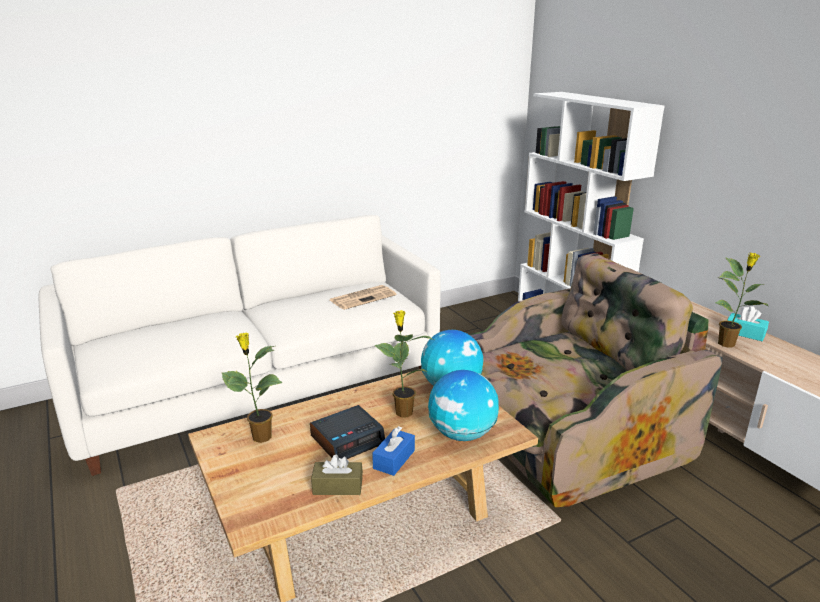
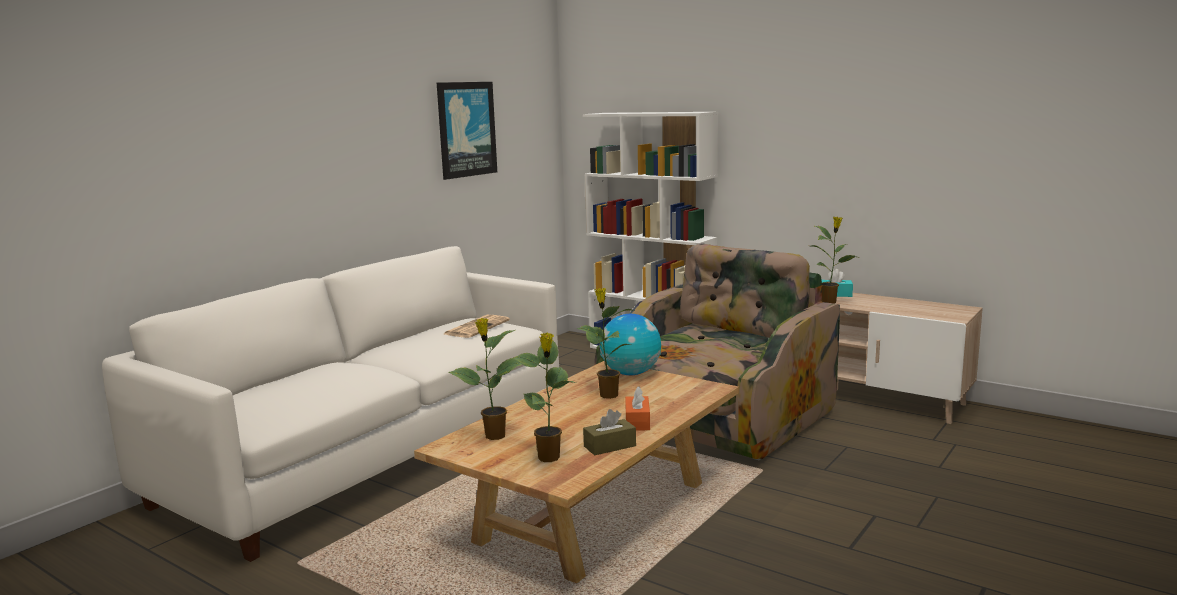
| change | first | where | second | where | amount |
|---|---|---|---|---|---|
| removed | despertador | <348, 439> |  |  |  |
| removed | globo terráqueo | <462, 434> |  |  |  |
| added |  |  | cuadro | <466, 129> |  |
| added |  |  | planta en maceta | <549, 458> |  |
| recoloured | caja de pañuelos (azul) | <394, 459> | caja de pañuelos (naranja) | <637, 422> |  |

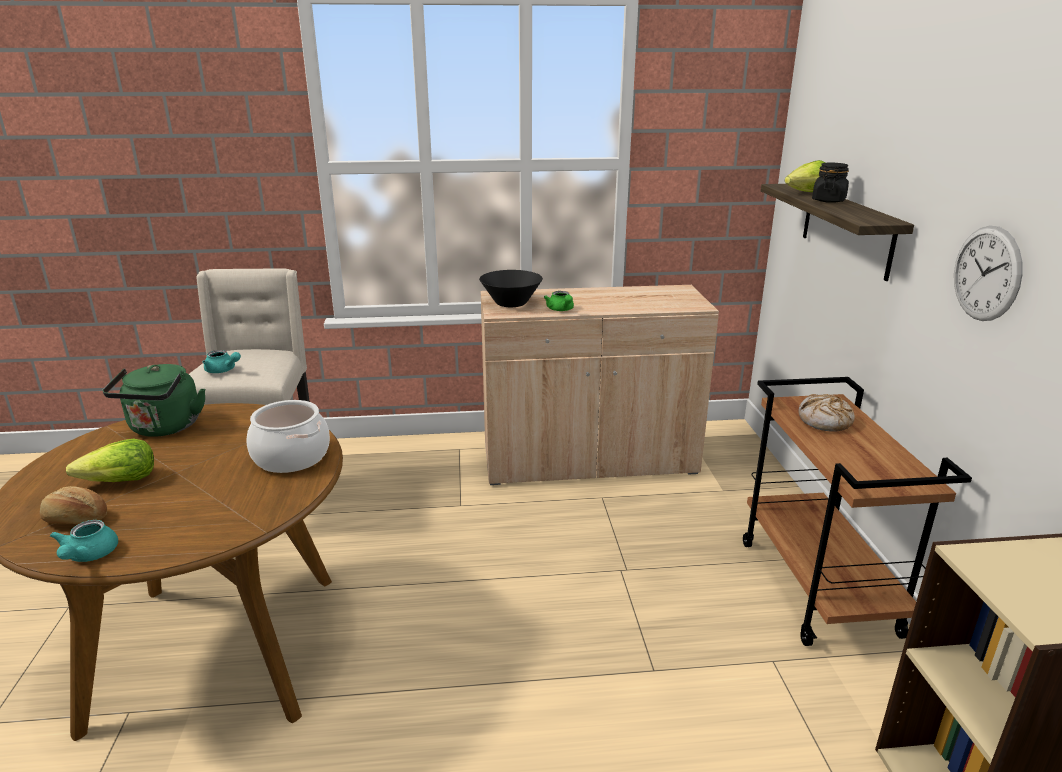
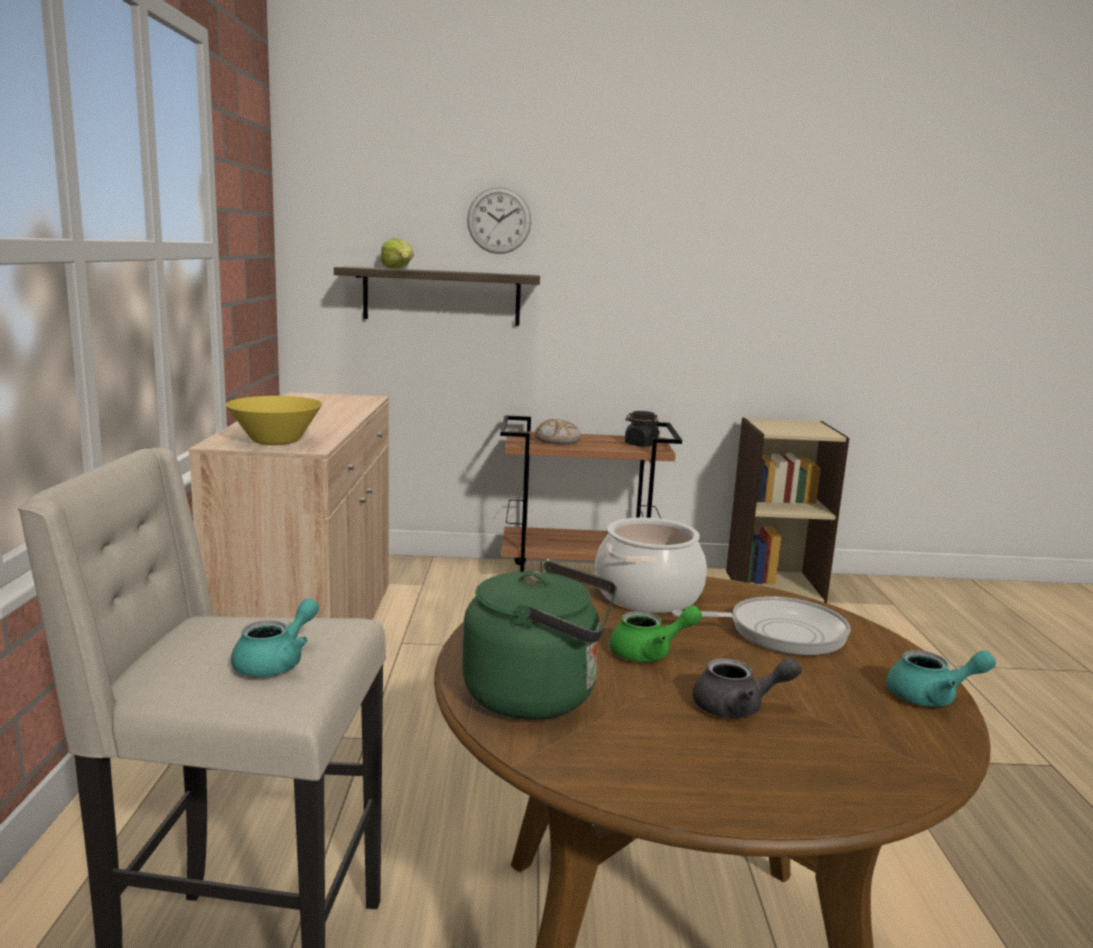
| change | first | where | second | where | amount |
|---|---|---|---|---|---|
| removed | pan | <75, 519> |  |  |  |
| added |  |  | sartén | <779, 633> |  |
| moved | tetera (verde) | <561, 310> |  | <649, 653> |  |
| moved | tarro (negro) | <828, 200> |  | <640, 444> |  |
| moved | reloj de pared | <986, 273> |  | <499, 220> |  |
| replaced | lechuga | <120, 481> | tetera (gris) | <738, 707> |  |
| recoloured | cuenco (negro) | <511, 303> | cuenco (amarillo) | <276, 441> |  |

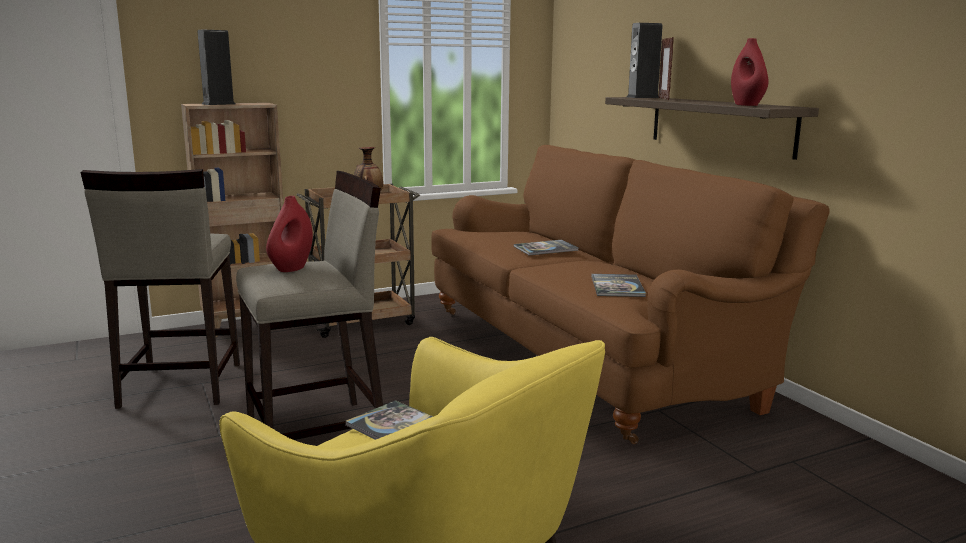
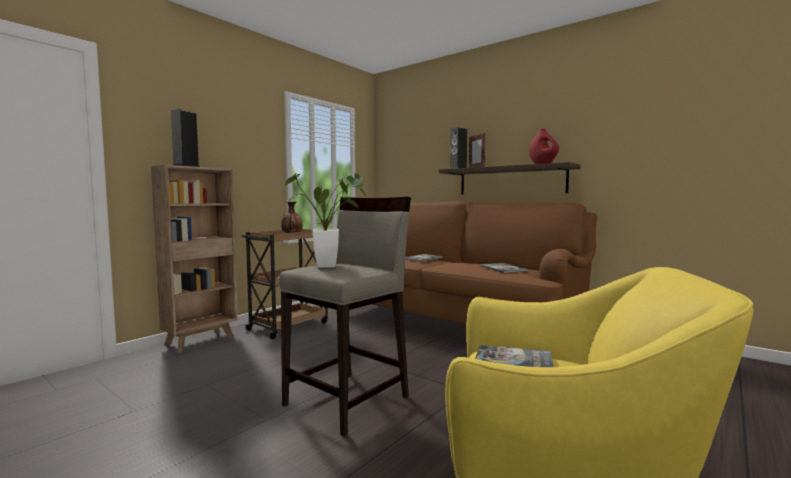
| change | first | where | second | where | amount |
|---|---|---|---|---|---|
| removed | taburete (beis) | <180, 385> |  |  |  |
| replaced | florero (rojo) | <292, 268> | planta en maceta | <332, 266> |  |

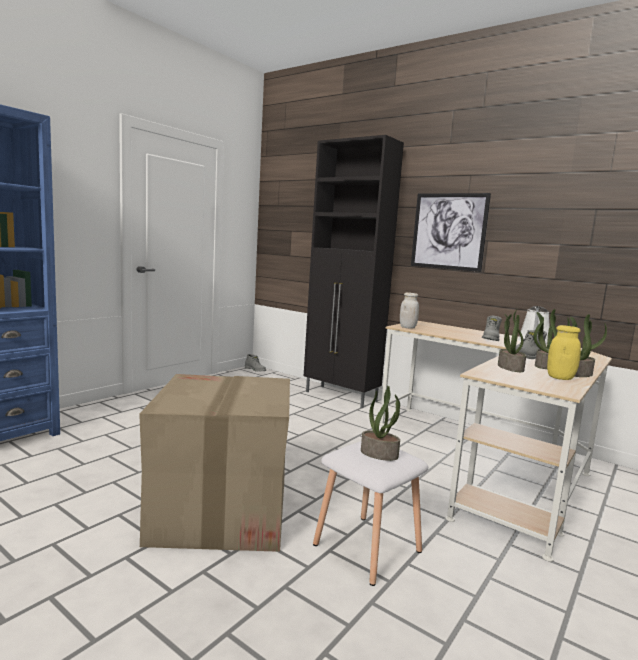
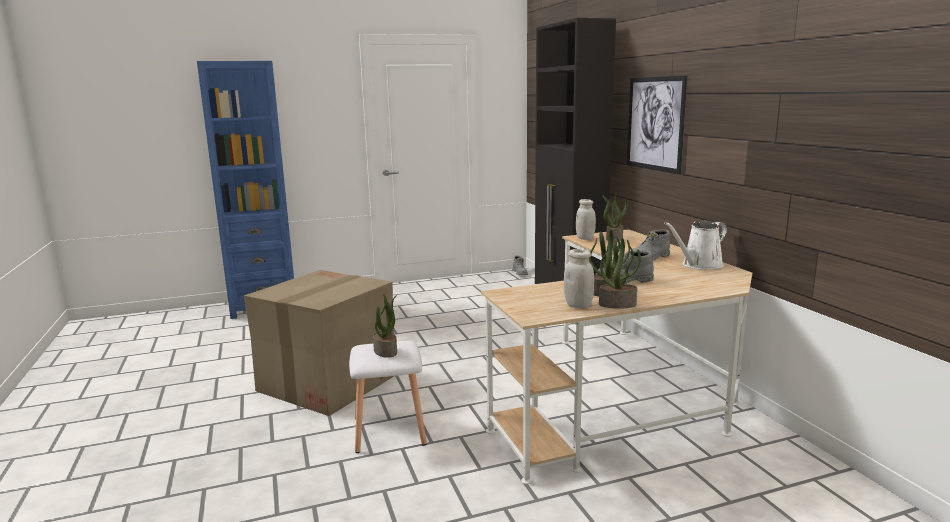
| change | first | where | second | where | amount |
|---|---|---|---|---|---|
| moved | planta en maceta | <509, 368> |  | <614, 239> |  |
| recoloured | tarro (amarillo) | <560, 378> | tarro (blanco) | <578, 305> |  |

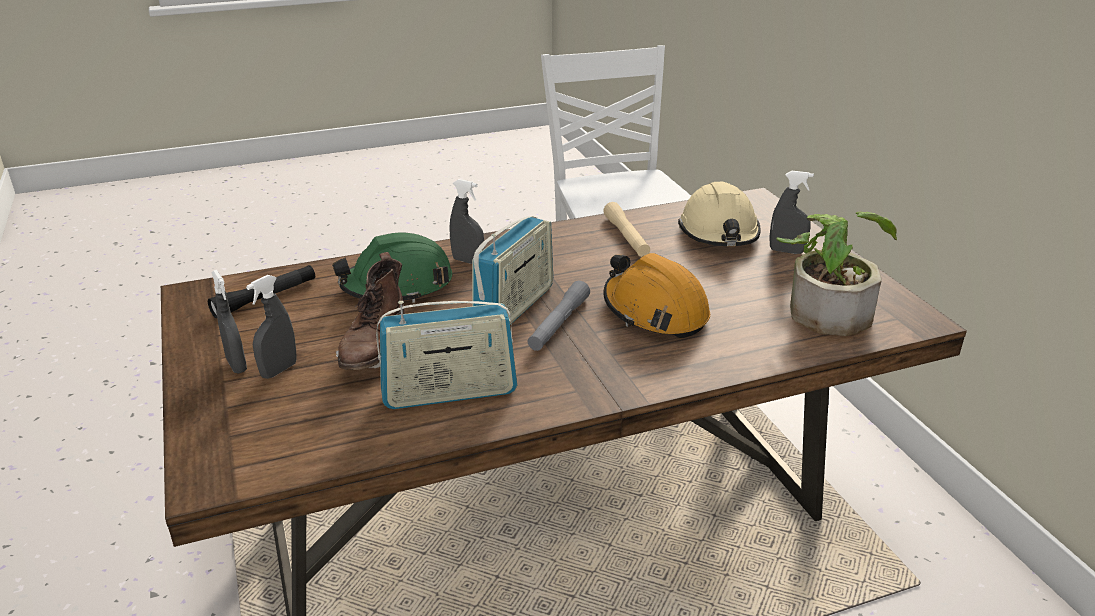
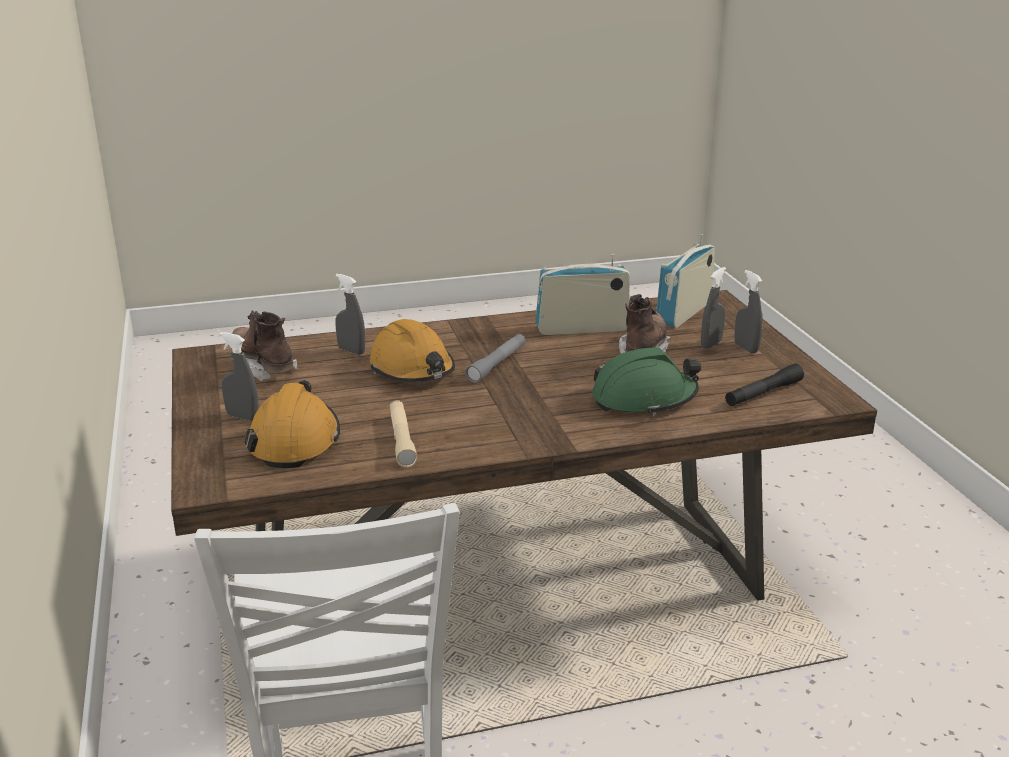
| change | first | where | second | where | amount |
|---|---|---|---|---|---|
| moved | pulverizador (gris) | <468, 261> |  | <351, 351> |  |
| moved | radio | <514, 307> |  | <684, 313> |  |
| replaced | planta en maceta | <827, 307> | bota (marrón) | <263, 367> |  |
| recoloured | casco (beis) | <719, 233> | casco (naranja) | <294, 441> |  |

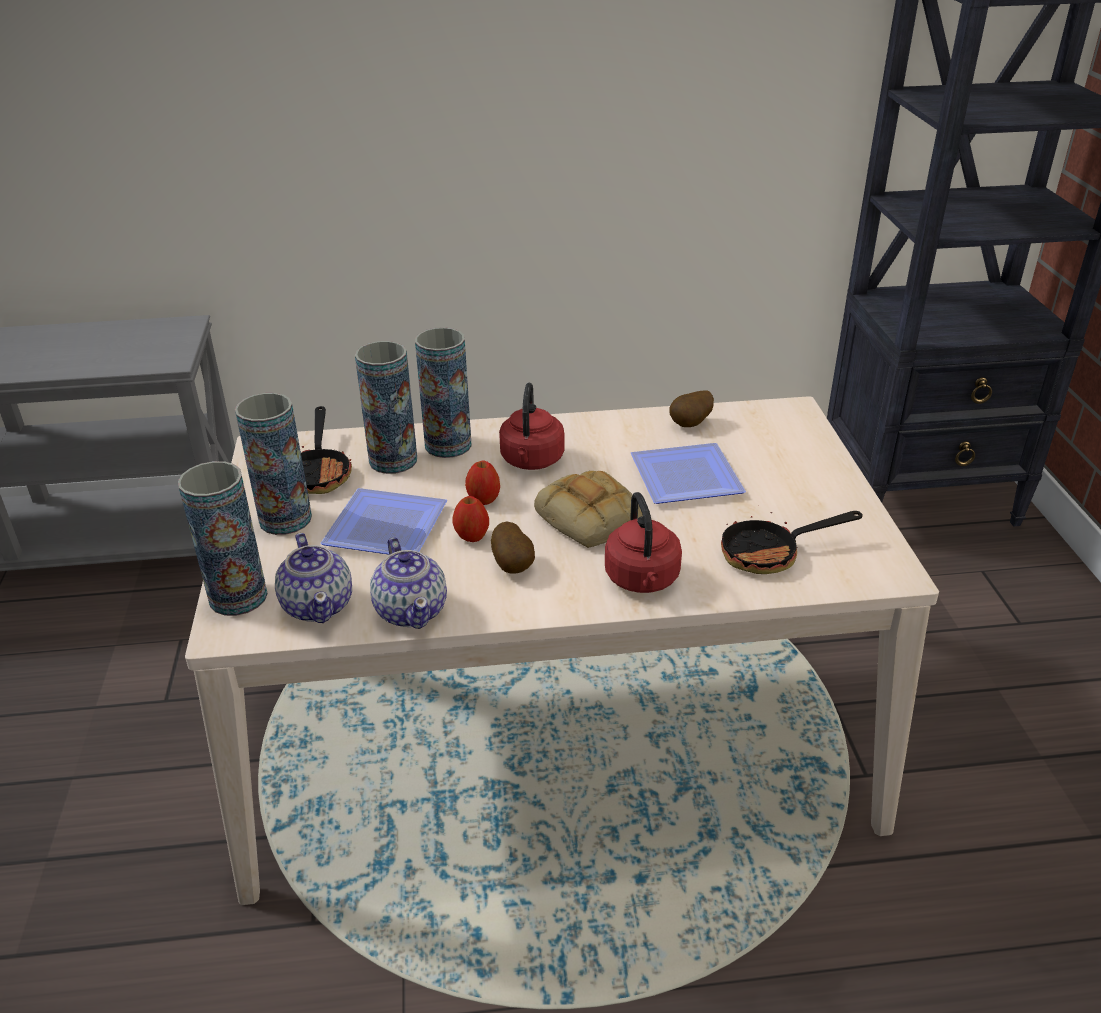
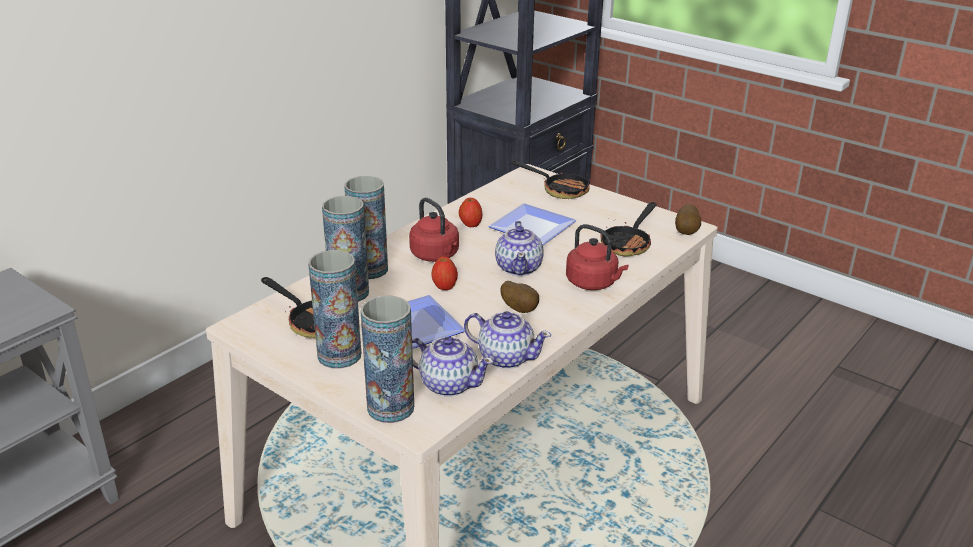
| change | first | where | second | where | amount |
|---|---|---|---|---|---|
| added |  |  | sartén | <559, 189> |  |
| moved | manzana | <471, 536> |  | <470, 225> |  |
| moved | patata | <691, 425> |  | <687, 232> |  |
| replaced | pan | <592, 517> | tetera | <519, 268> |  |

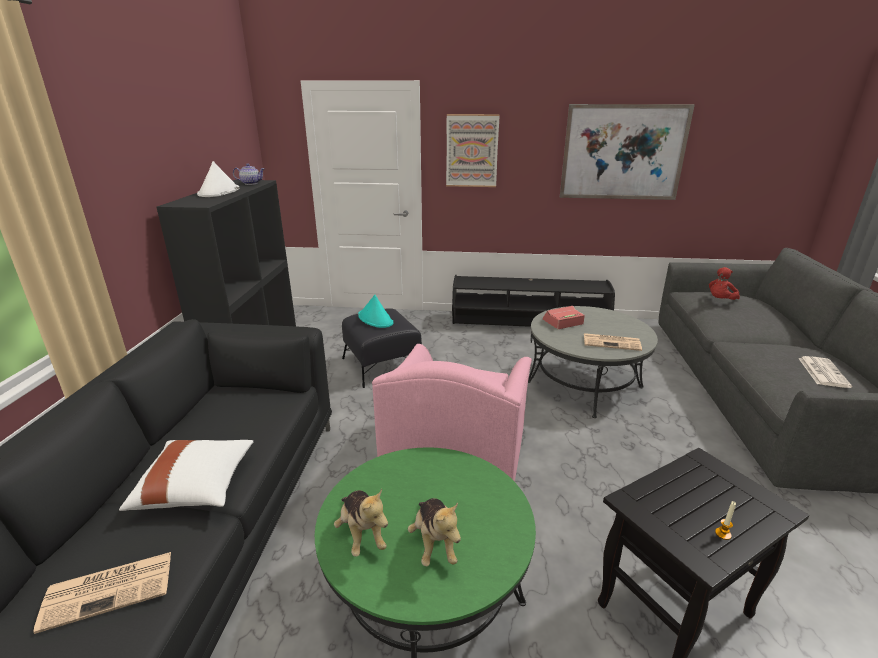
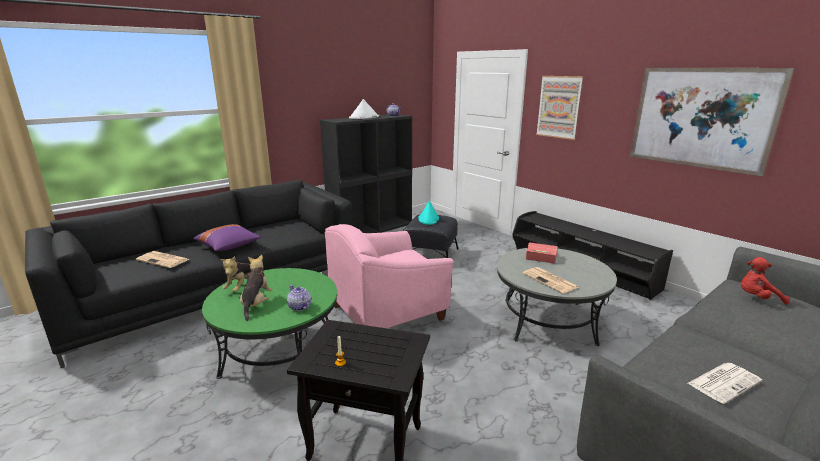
| change | first | where | second | where | amount |
|---|---|---|---|---|---|
| added |  |  | tetera | <299, 307> |  |
| recoloured | cojín (blanco) | <196, 487> | cojín (morado) | <229, 247> |  |
| turned | peluche | <434, 543> |  | <256, 304> | 150 degrees clockwise |

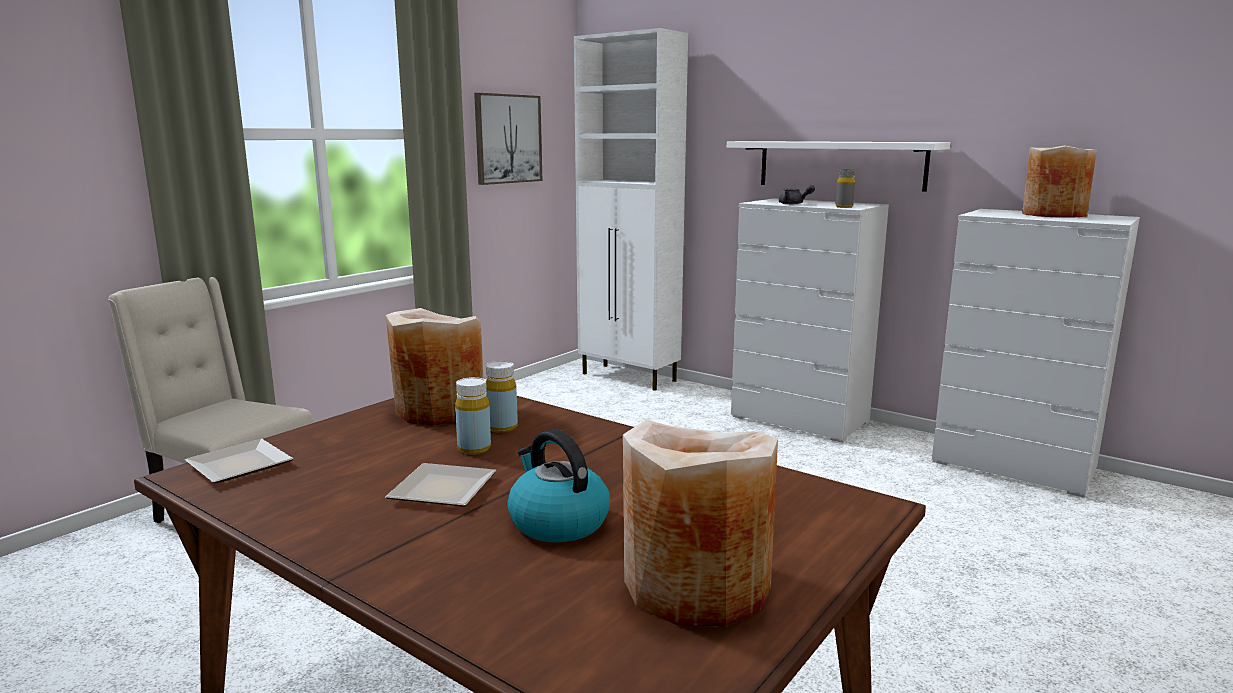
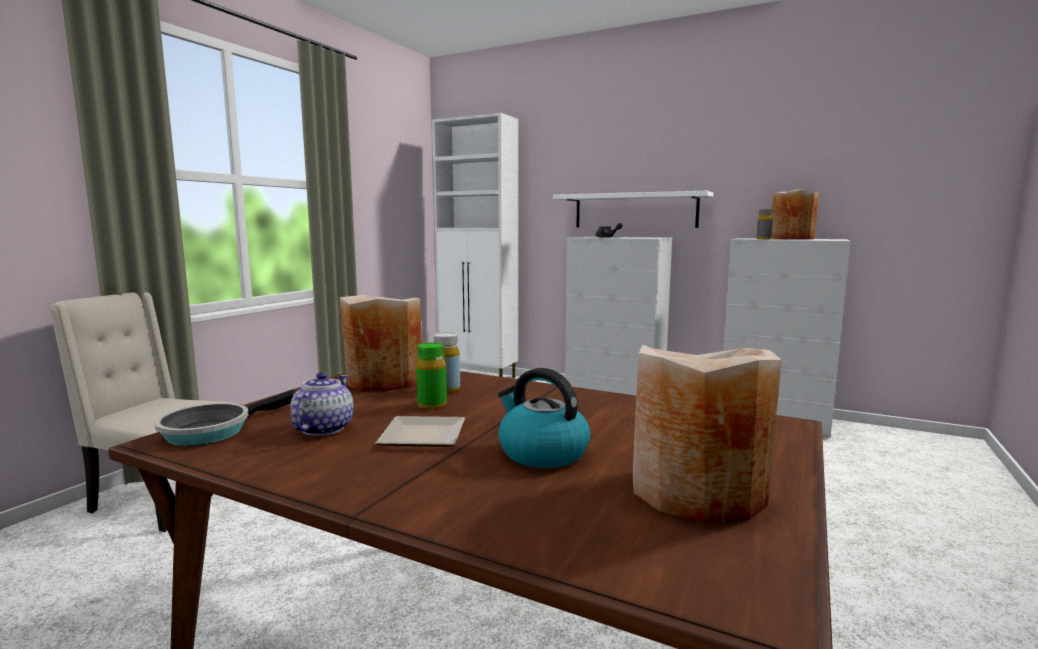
| change | first | where | second | where | amount |
|---|---|---|---|---|---|
| removed | cuadro | <507, 139> |  |  |  |
| added |  |  | tetera | <323, 428> |  |
| moved | botella (gris) | <844, 207> |  | <763, 239> |  |
| replaced | plato | <236, 466> | sartén | <213, 430> |  |
| recoloured | botella (amarillo) | <474, 448> | botella (verde) | <432, 405> |  |

